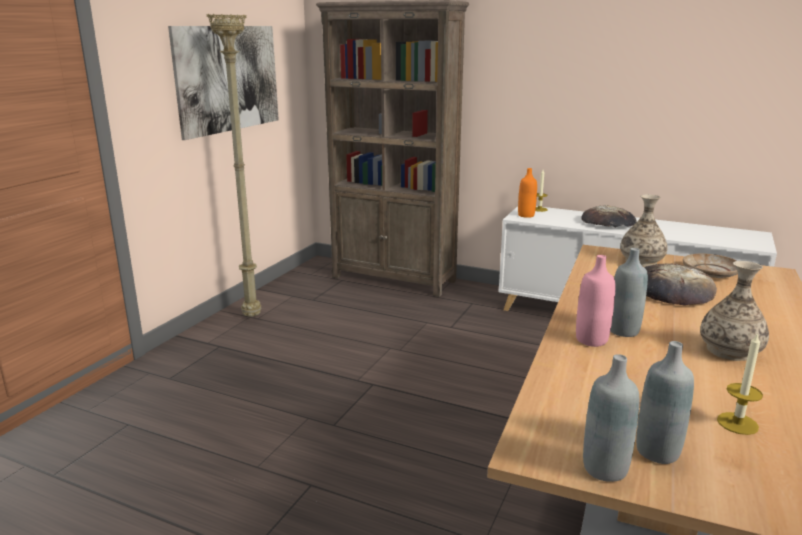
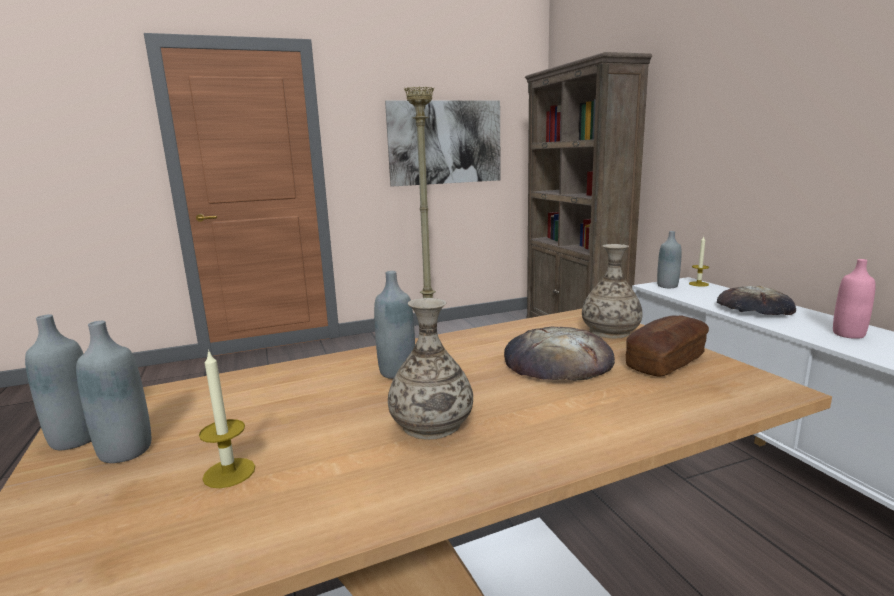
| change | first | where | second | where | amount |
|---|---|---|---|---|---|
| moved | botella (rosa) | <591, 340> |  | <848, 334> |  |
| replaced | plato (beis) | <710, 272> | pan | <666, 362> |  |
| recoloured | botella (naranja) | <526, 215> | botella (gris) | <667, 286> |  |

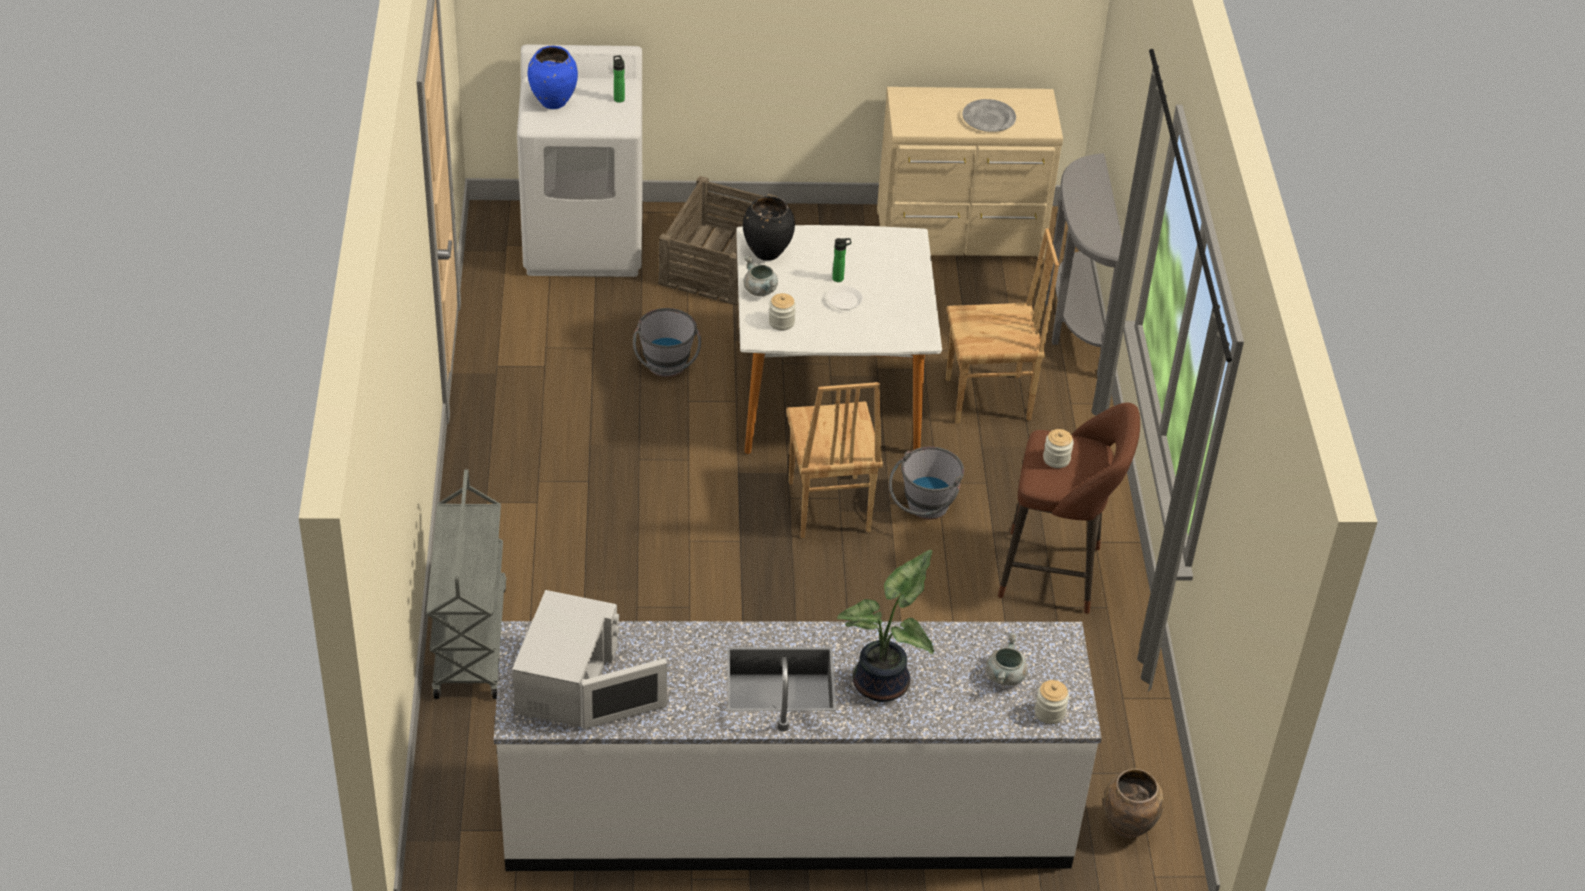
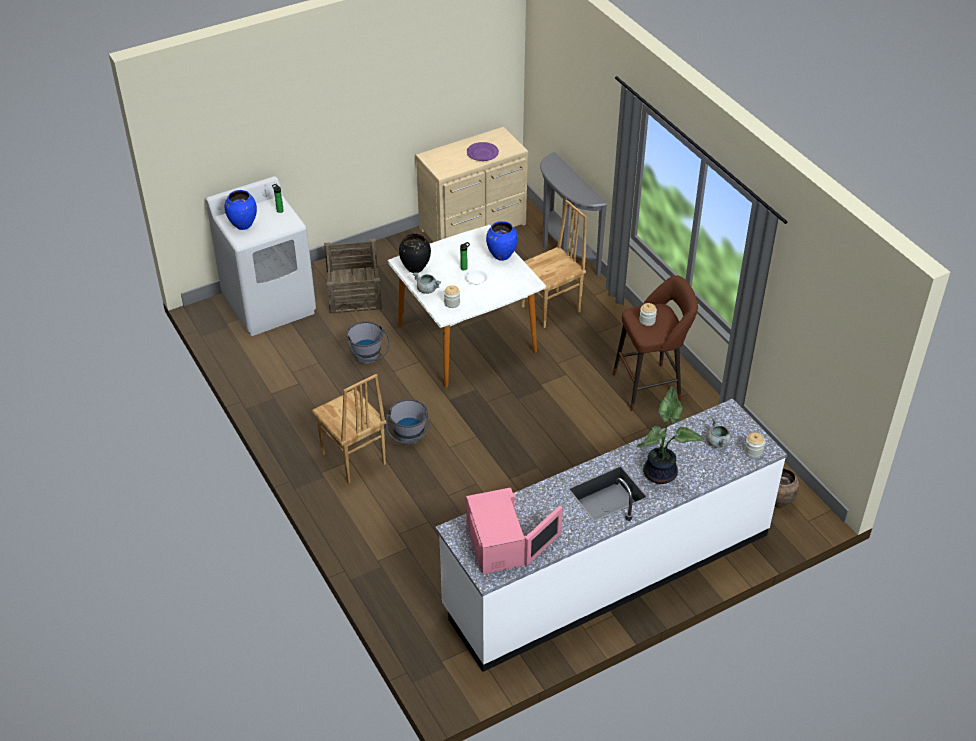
| change | first | where | second | where | amount |
|---|---|---|---|---|---|
| removed | carrito (gris) | <469, 640> |  |  |  |
| added |  |  | florero (azul) | <501, 256> |  |
| moved | silla (marrón) | <827, 507> |  | <353, 459> |  |
| moved | cubo (gris) | <924, 510> |  | <409, 439> |  |
| recoloured | microondas (blanco) | <570, 684> | microondas (rosa) | <500, 545> |  |
| recoloured | plato (gris) | <988, 119> | plato (morado) | <482, 153> |  |

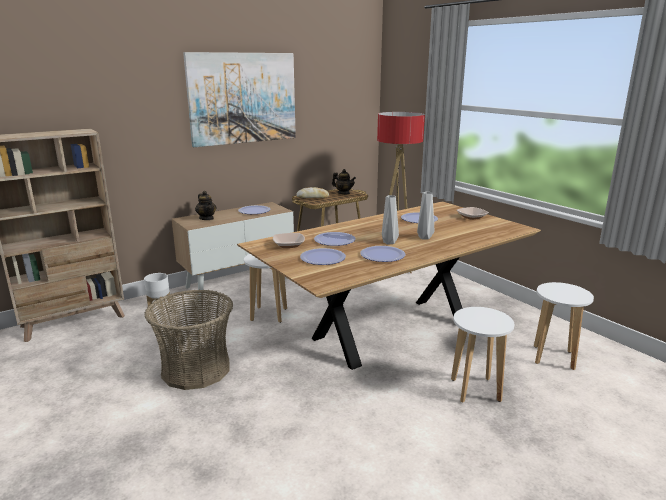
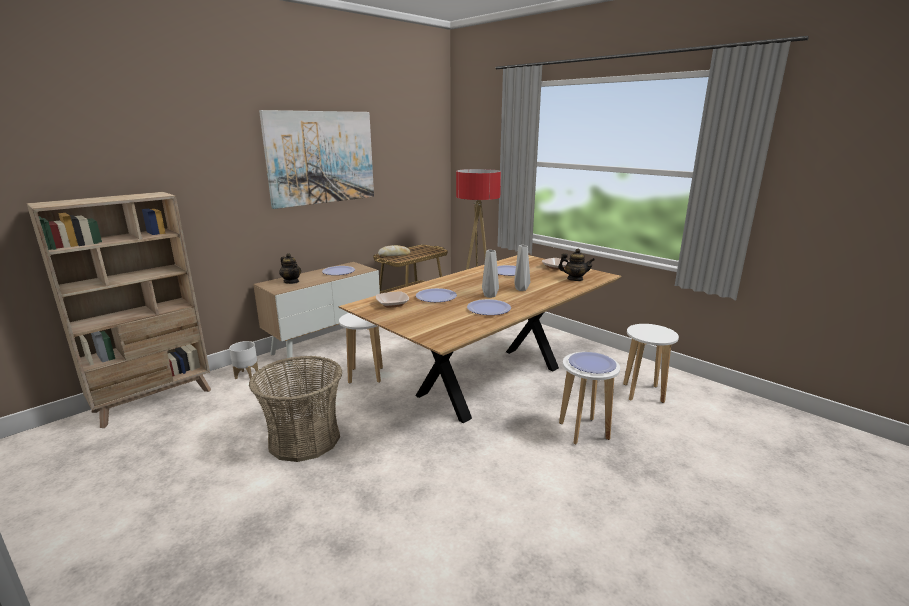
| change | first | where | second | where | amount |
|---|---|---|---|---|---|
| moved | plato | <323, 258> |  | <592, 364> |  |
| moved | tetera | <343, 193> |  | <575, 279> |  |

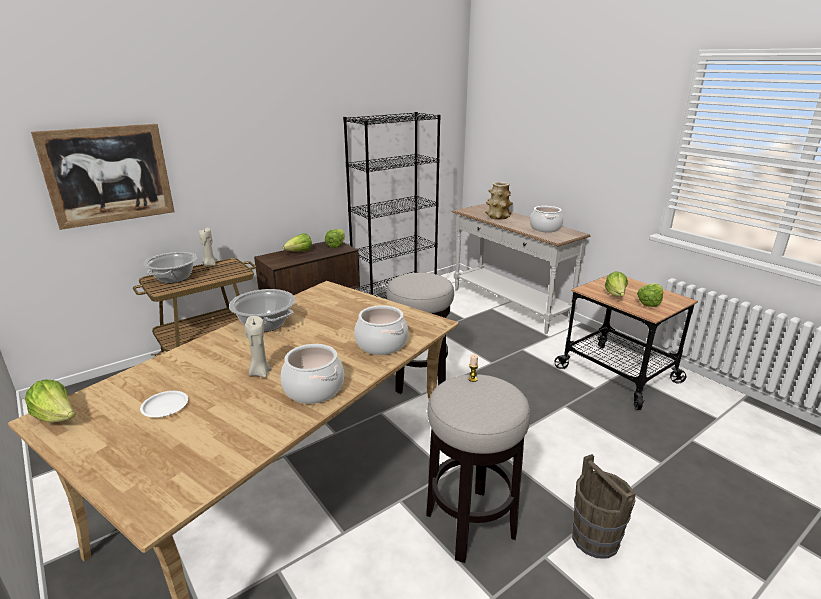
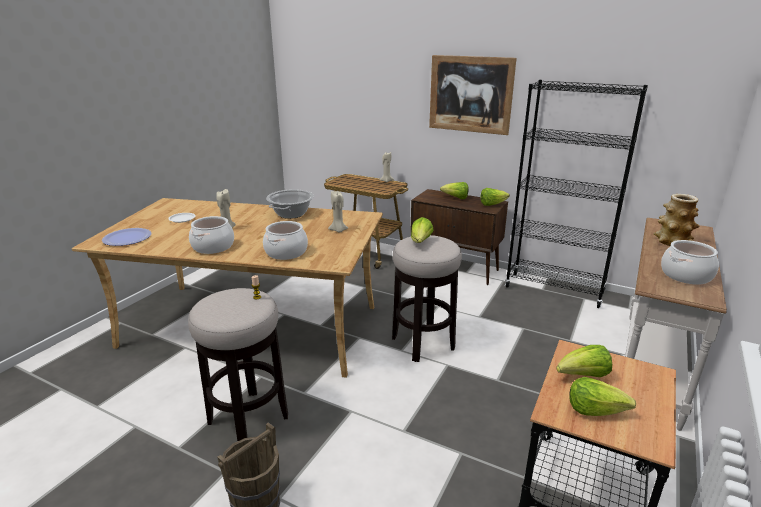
| change | first | where | second | where | amount |
|---|---|---|---|---|---|
| removed | olla | <174, 278> |  |  |  |
| added |  |  | plato | <127, 238> |  |
| added |  |  | vela (beis) | <338, 230> |  |
| moved | lechuga | <57, 418> |  | <420, 242> |  |
| moved | cuadro | <108, 175> |  | <470, 94> |  |

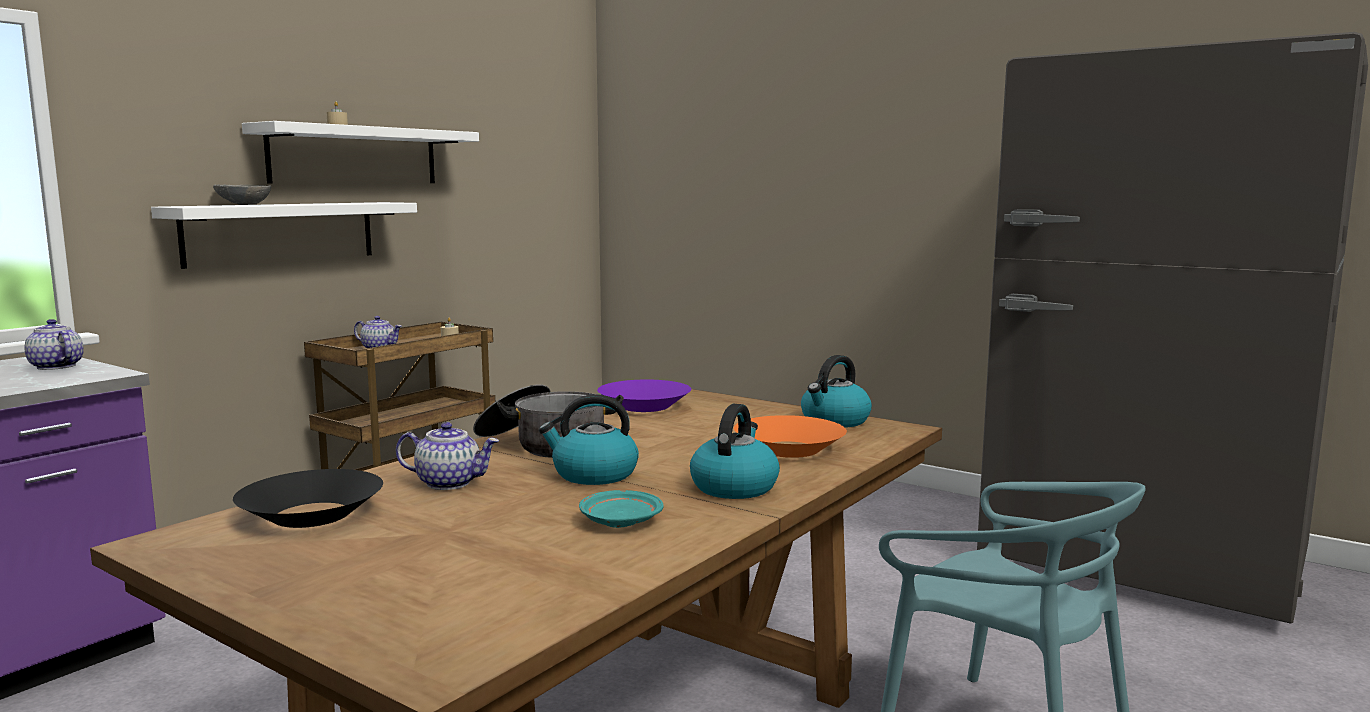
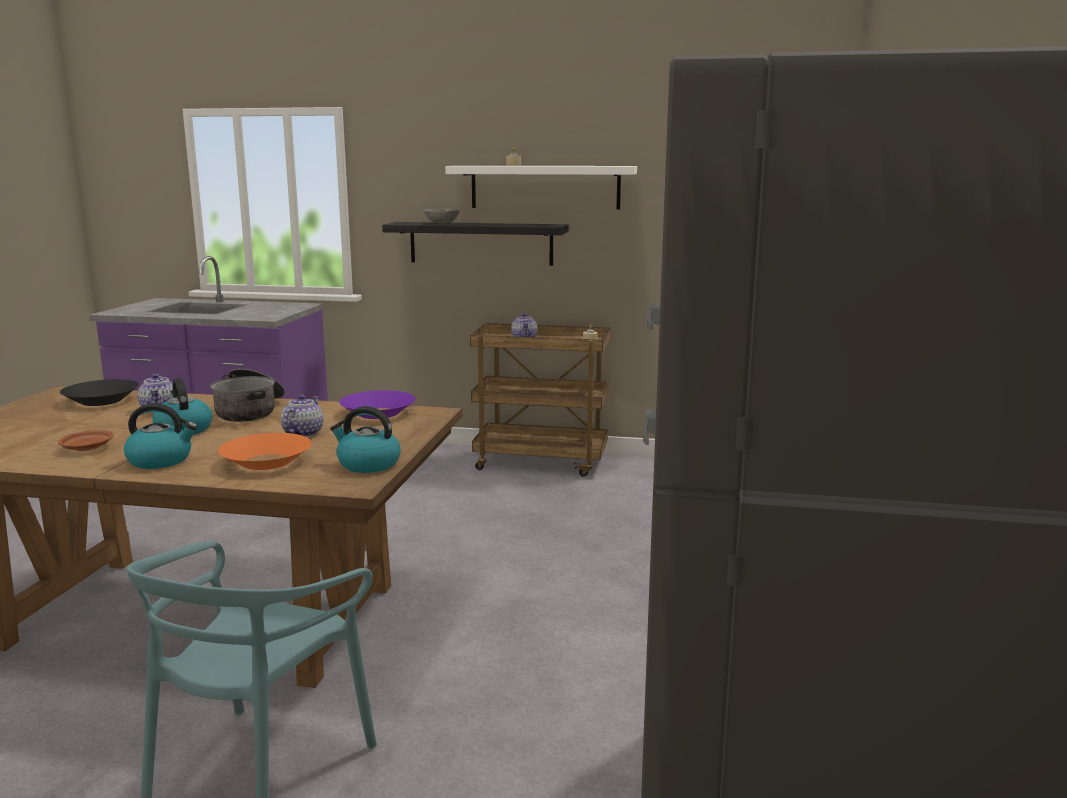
| change | first | where | second | where | amount |
|---|---|---|---|---|---|
| moved | tetera | <55, 367> |  | <302, 433> |  |
| recoloured | estante (blanco) | <281, 232> | estante (negro) | <481, 243> |  |
| recoloured | plato (turquesa) | <620, 521> | plato (marrón) | <87, 448> |  |

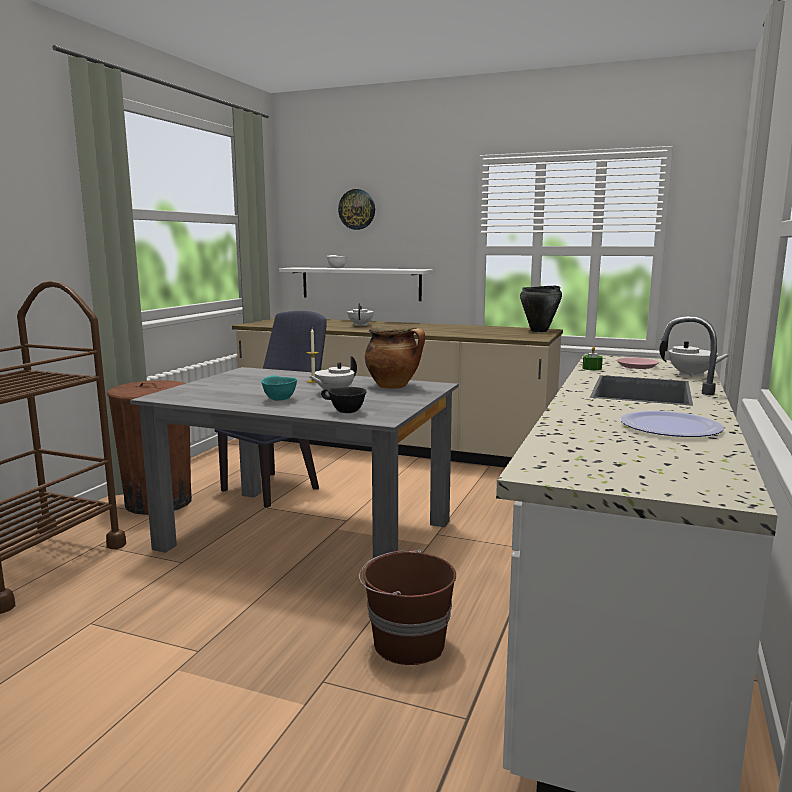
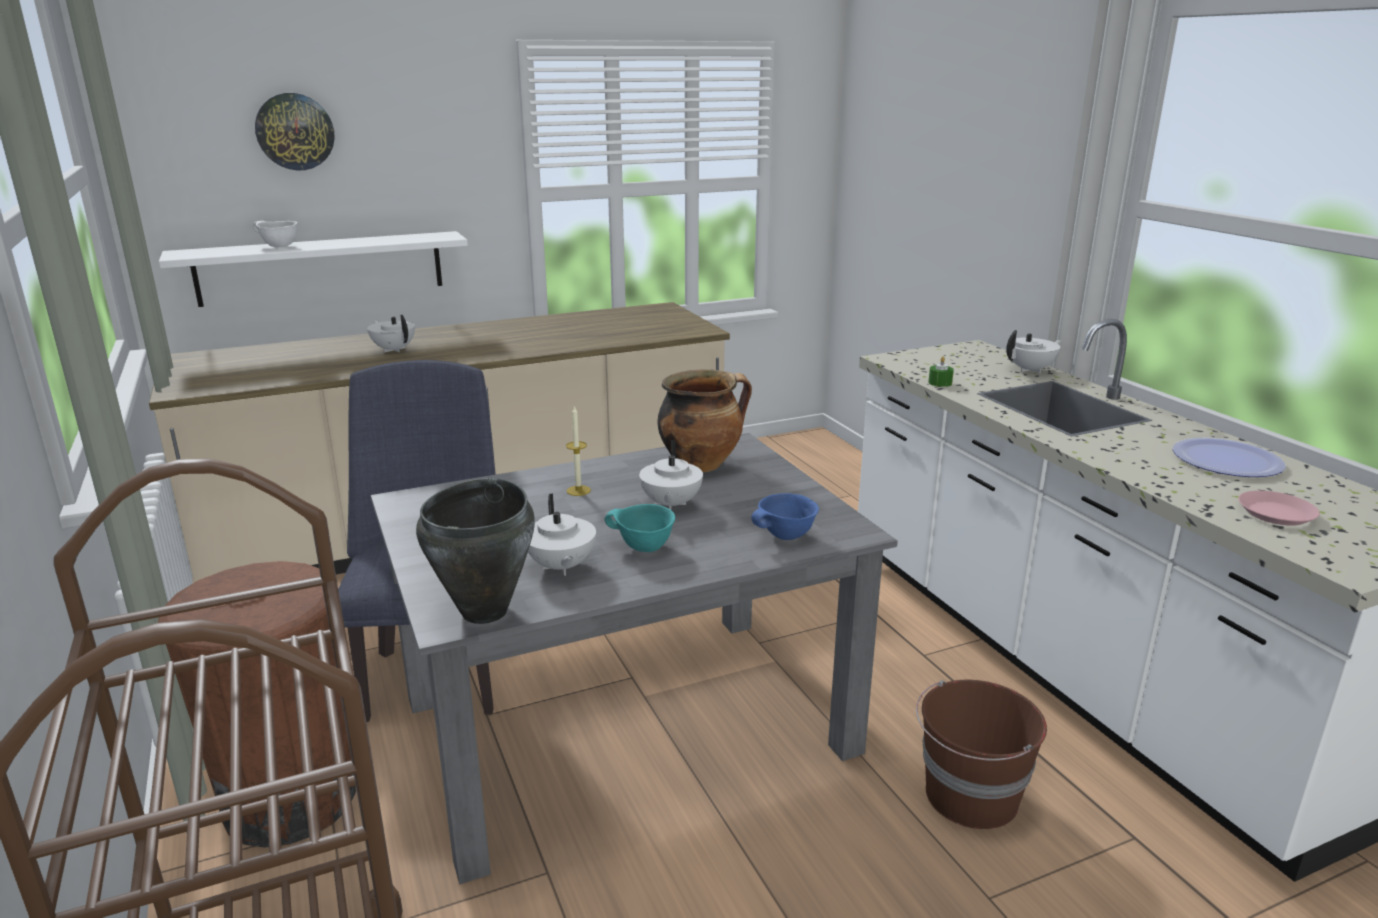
| change | first | where | second | where | amount |
|---|---|---|---|---|---|
| added |  |  | tetera (blanco) | <561, 567> |  |
| moved | olla (negro) | <539, 331> |  | <485, 611> |  |
| moved | plato (rosa) | <637, 366> |  | <1276, 514> |  |
| recoloured | cuenco (negro) | <346, 412> | cuenco (azul) | <785, 536> |  |

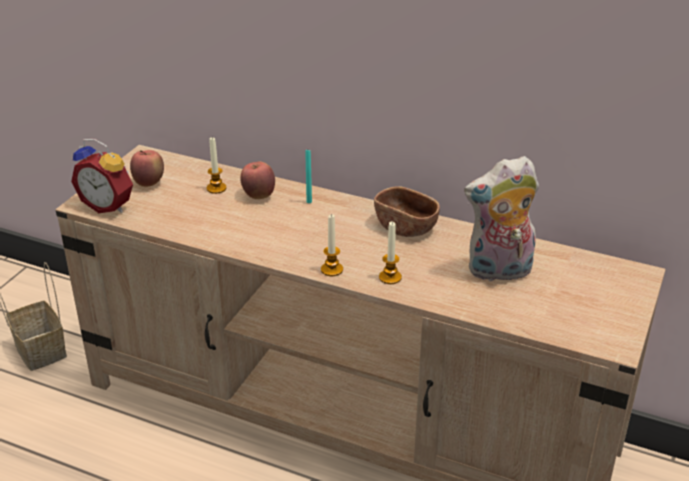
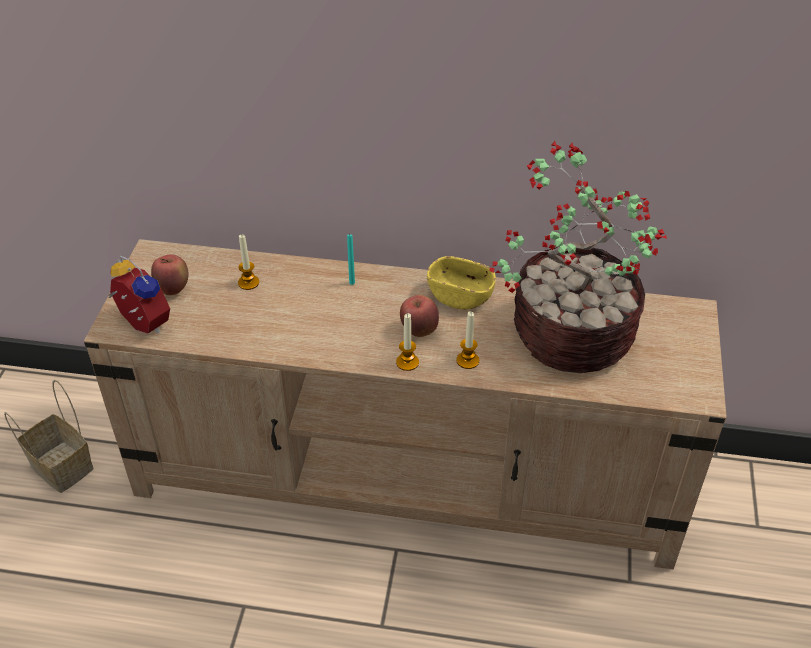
| change | first | where | second | where | amount |
|---|---|---|---|---|---|
| moved | manzana | <258, 196> |  | <419, 330> |  |
| replaced | peluche | <498, 272> | planta en maceta | <568, 334> |  |
| recoloured | cuenco (marrón) | <405, 227> | cuenco (amarillo) | <460, 296> |  |
| turned | despertador | <109, 205> |  | <141, 325> | 150 degrees counterclockwise |

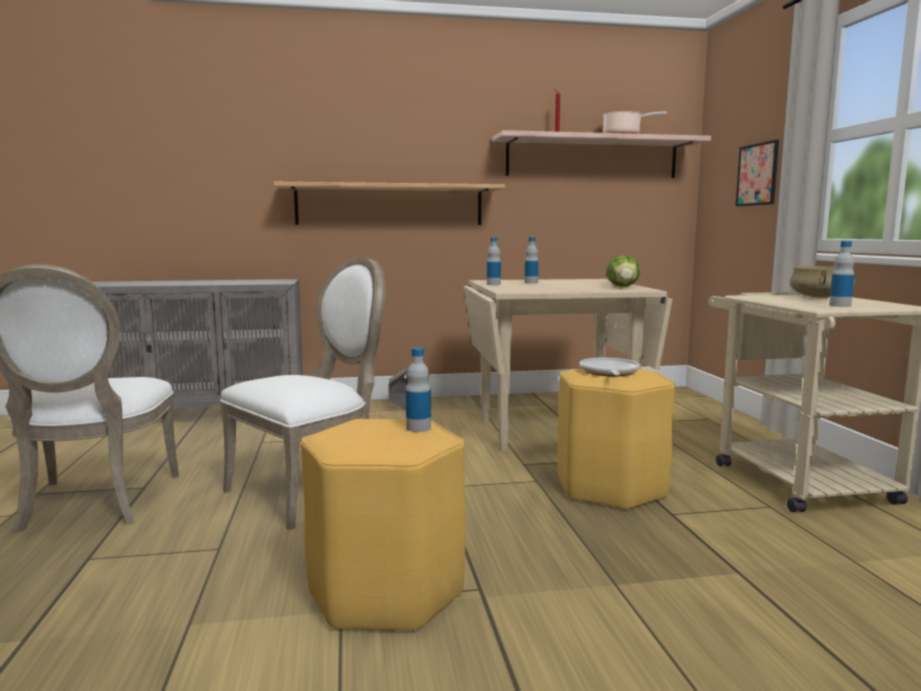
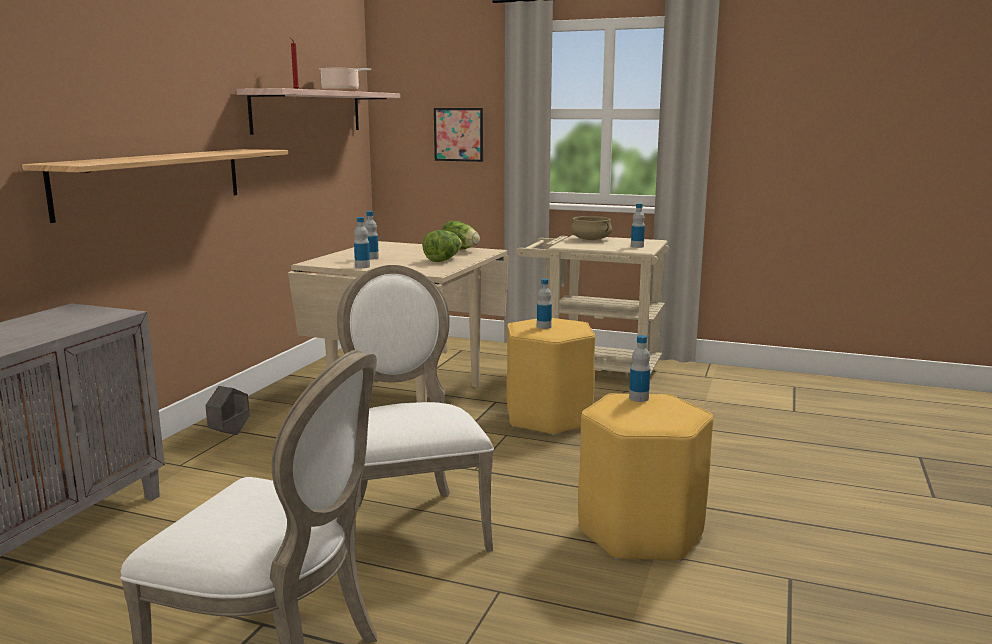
| change | first | where | second | where | amount |
|---|---|---|---|---|---|
| added |  |  | lechuga | <443, 260> |  |
| replaced | sartén | <609, 373> | botella | <544, 327> |  |

